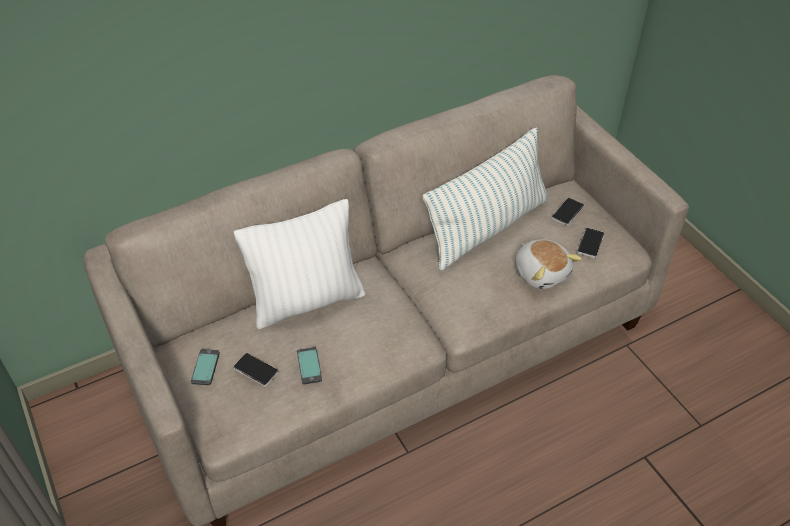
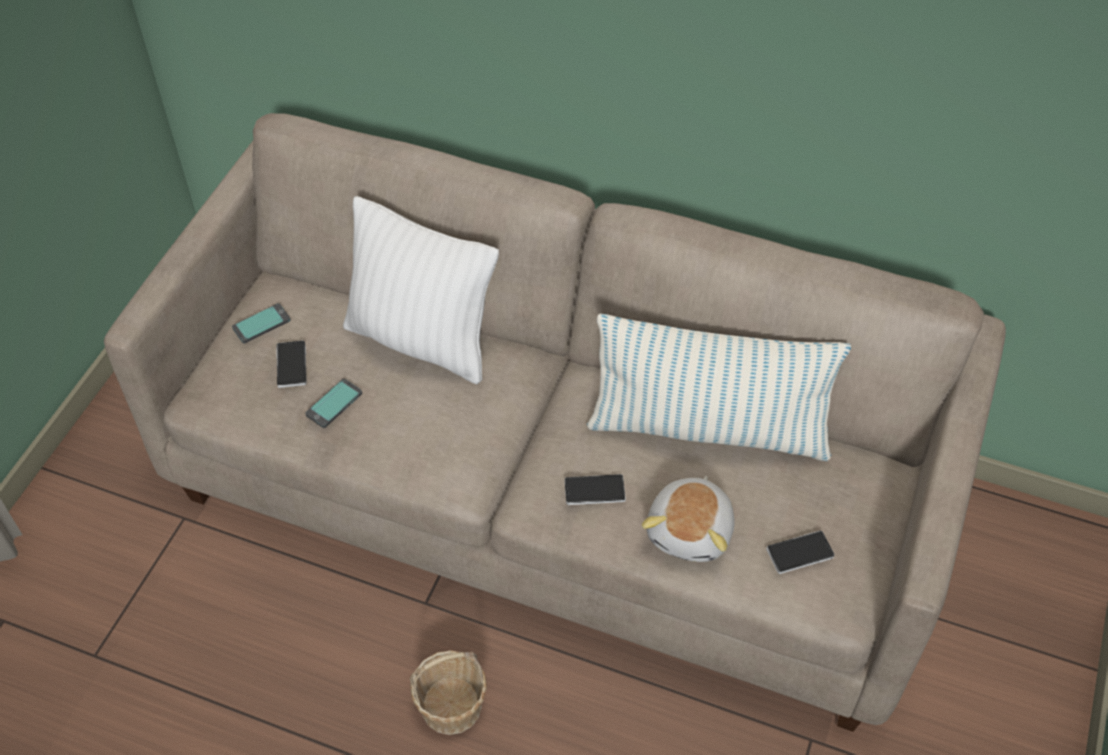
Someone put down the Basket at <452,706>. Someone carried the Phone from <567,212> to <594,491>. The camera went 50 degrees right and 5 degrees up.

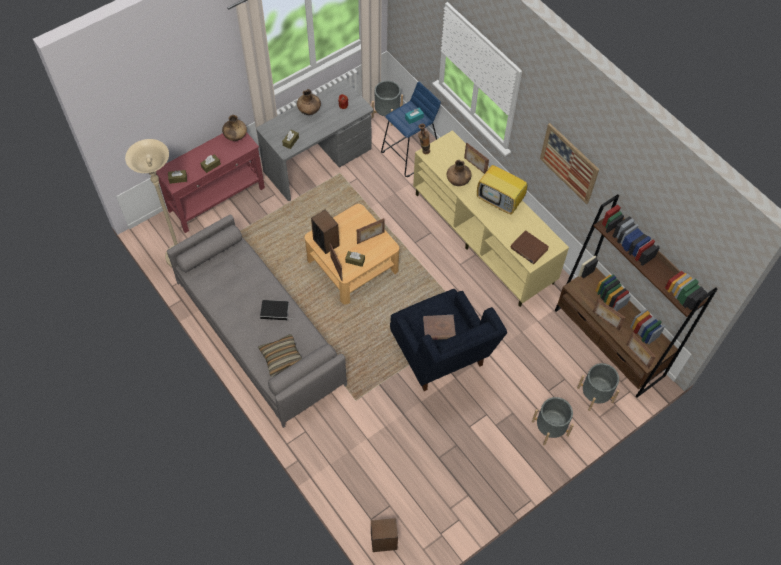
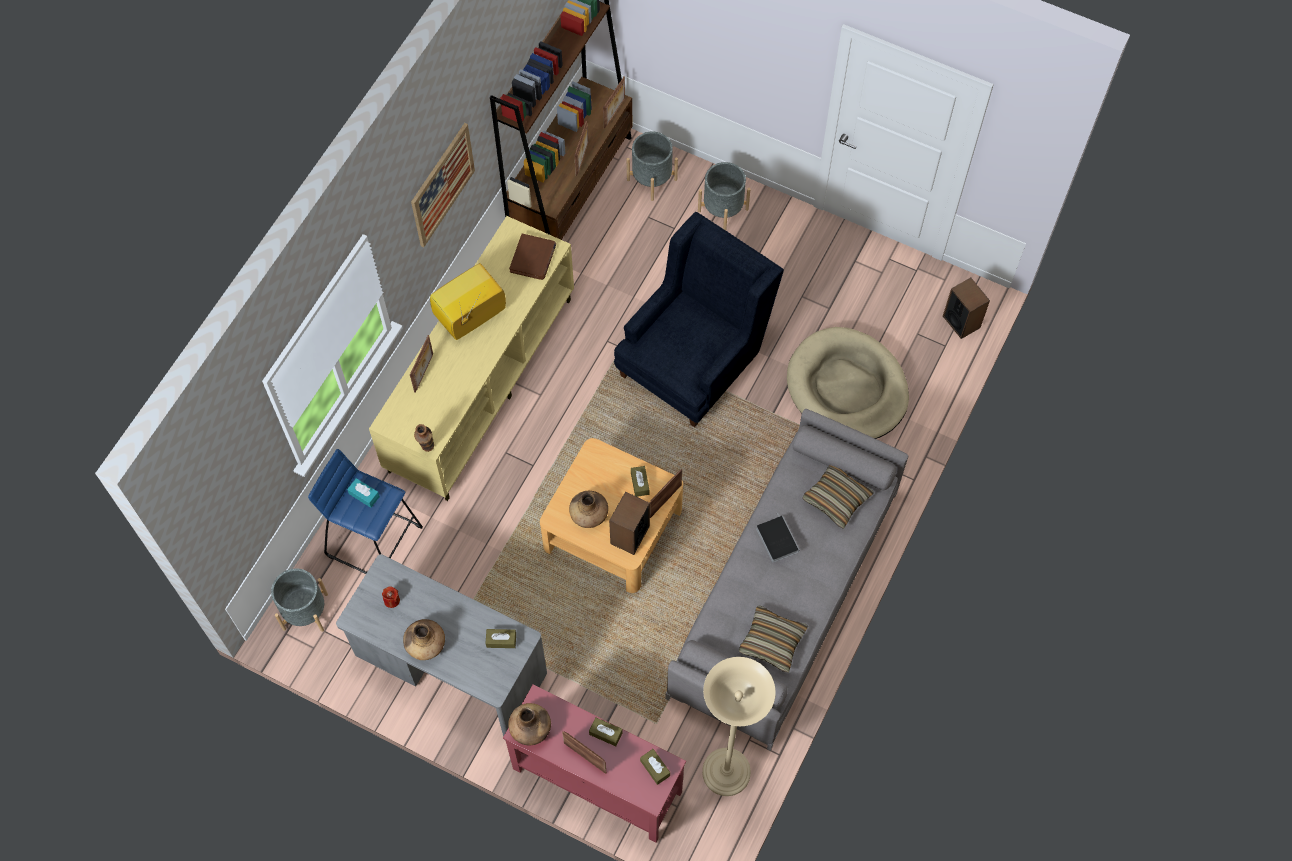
Someone rotated the Tv at <501,201> by 135 degrees counterclockwise. Someone carried the StandingFrame from <370,238> to <585,757>. Someone carried the BrownishVase from <458,181> to <589,515>. Someone put down the Cushion at <772,641>. Someone put down the SandColouredDogCushion at <847,388>. Someone took away the BrownishBoundBook at <439,328>. The camera went 115 degrees left and 5 degrees up.

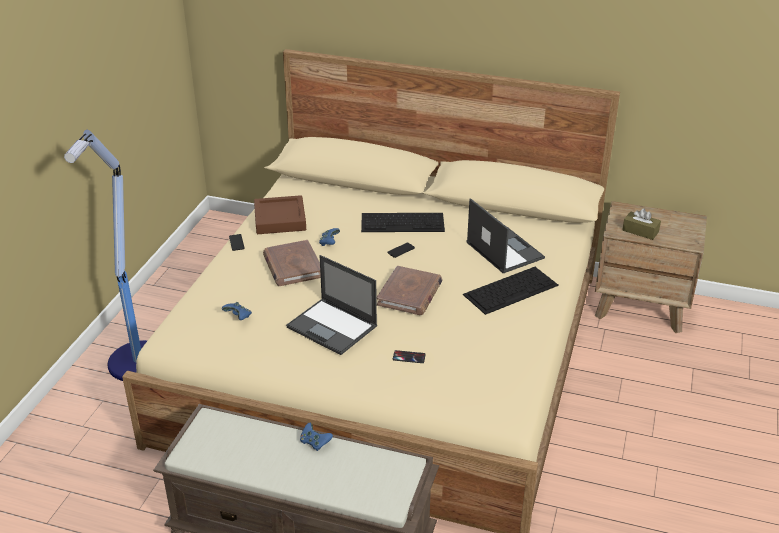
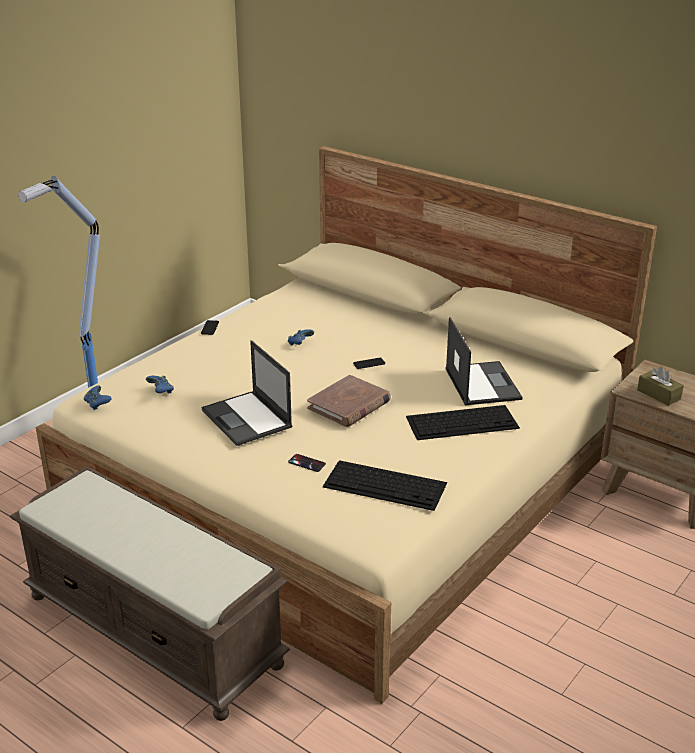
Someone carried the BlueGamepad from <315,442> to <97,404>. Someone carried the PcKeyboard from <403,222> to <386,485>. Someone took away the BrownishServingTray at <280,219>. Someone took away the BrownishBoundBook at <292,266>. The camera went 20 degrees right and 5 degrees down.

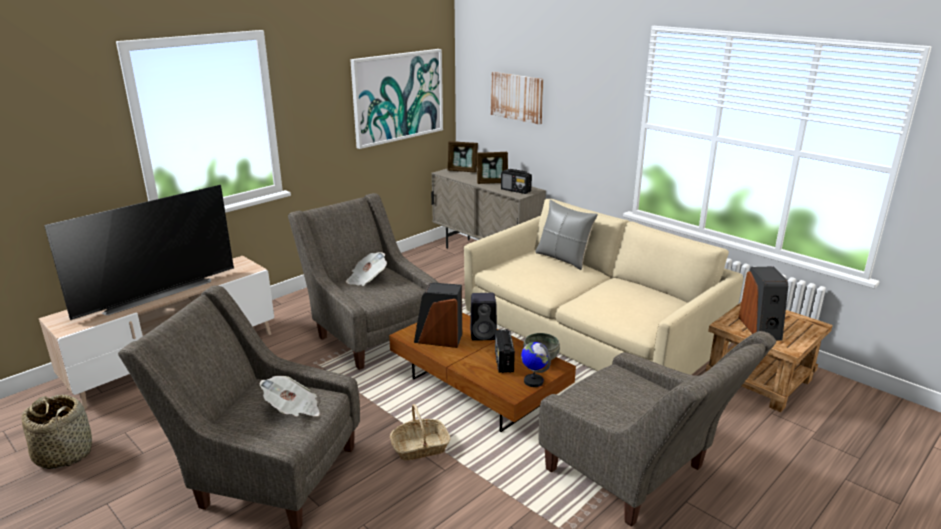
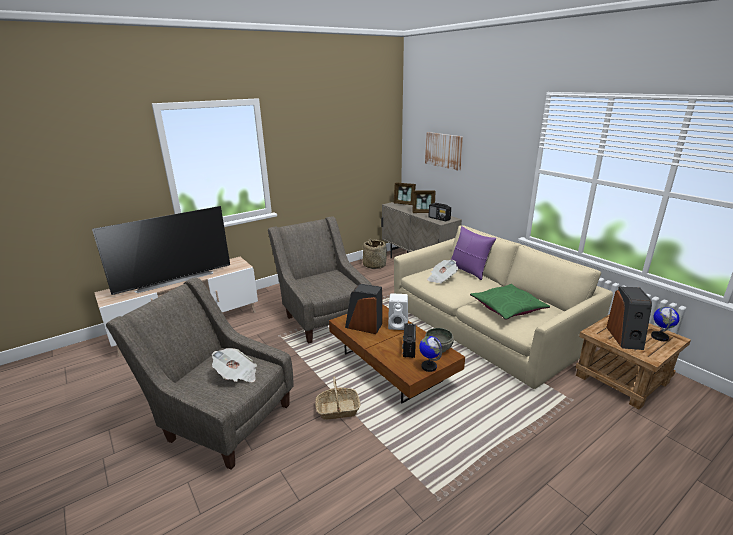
Someone carried the Basket from <64,453> to <374,265>. Someone repainted the BlackColouredLoudspeaker at <484,334>, which became the WhitishLoudspeaker at <398,325>. Someone carried the Newspaper from <366,279> to <441,279>. Someone repainted the GrayCushion at <563,259>, which became the PurpleCushion at <469,270>. Someone put down the GreenCushion at <507,307>. Someone put down the WorldGlobe at <659,337>. Someone took away the WallArt at <398,97>. Someone took away the GrayEasyChair at <638,477>. The camera went 10 degrees right and 0 degrees up.

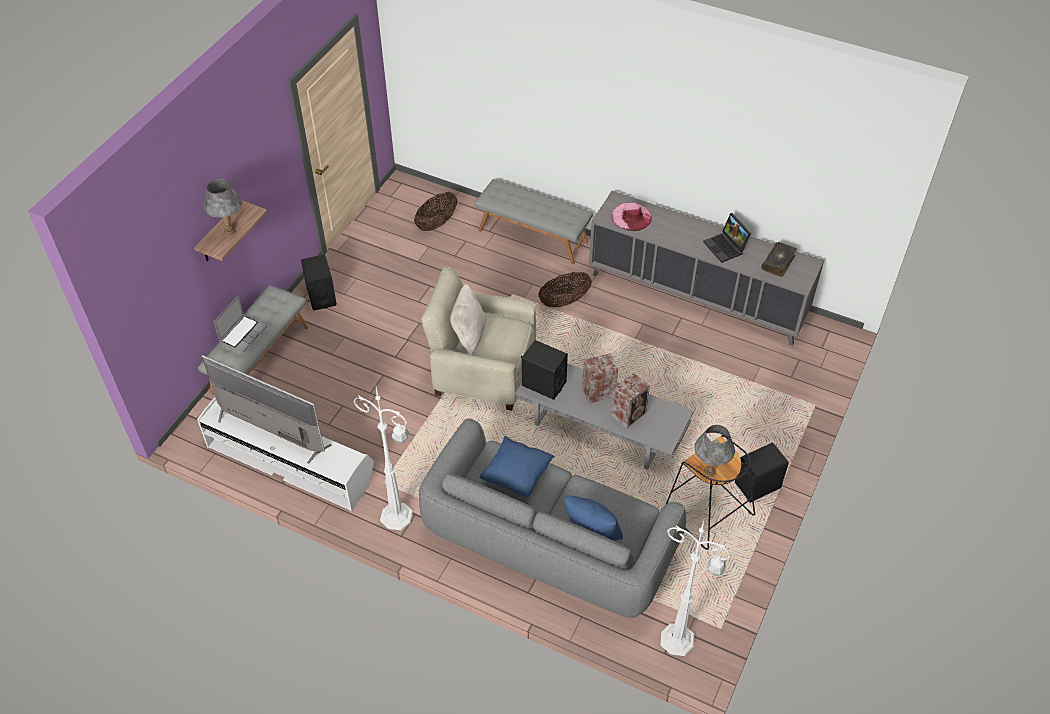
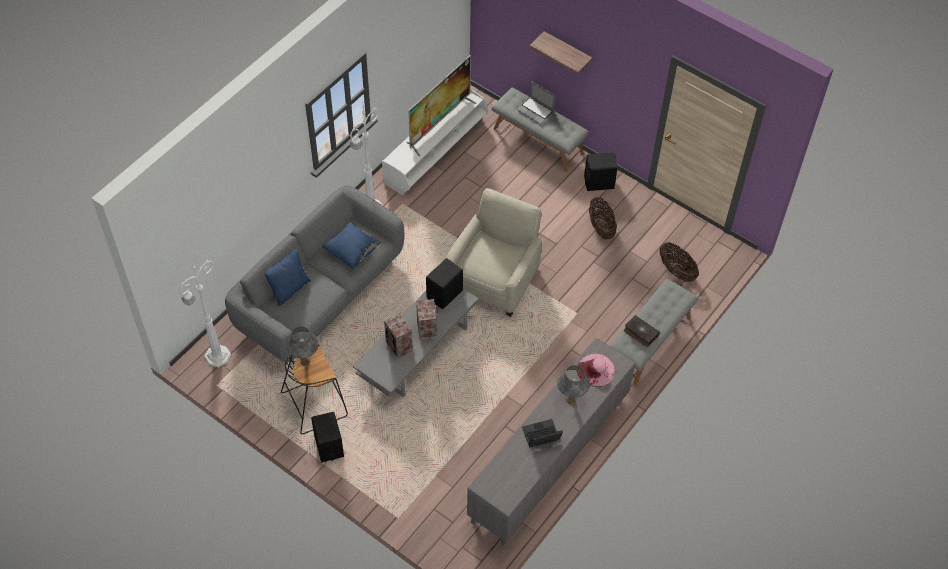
Someone carried the GrayTabletopLamp from <229,231> to <570,399>. Someone carried the Basket from <564,301> to <601,227>. Someone carried the BoundBook from <778,263> to <640,333>. Someone took away the SandColouredCushion at <469,335>. The camera went 100 degrees right and 5 degrees up.

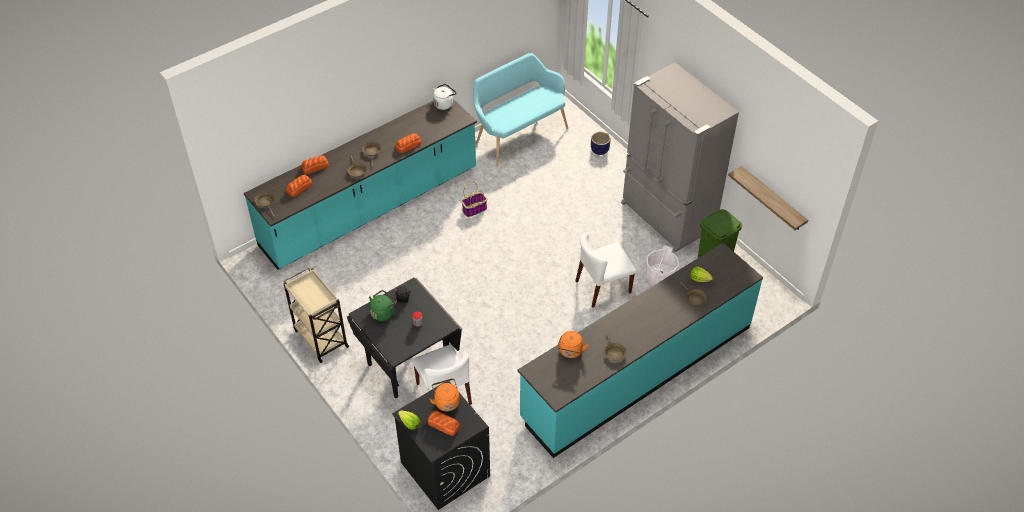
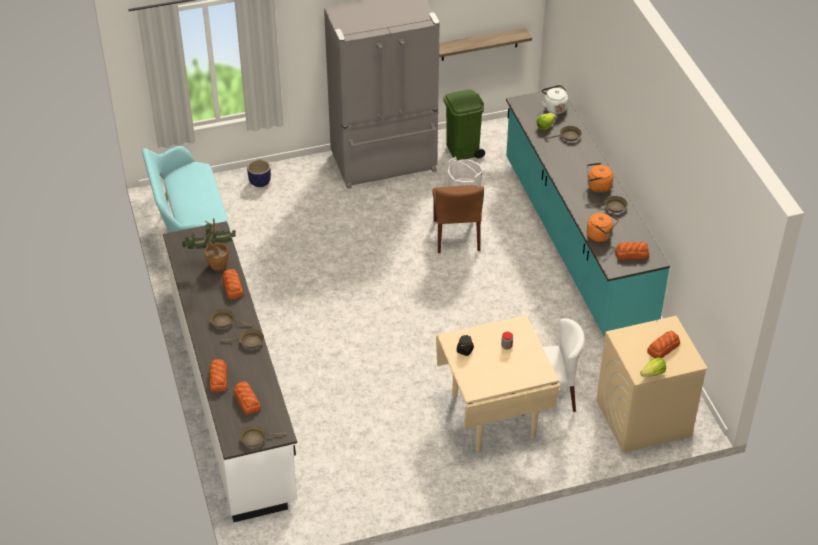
Someone repainted the BlueGreenCounter at <370,208>, which became the WhitishCounter at <233,396>. Someone put down the PottedPlant at <214,264>. Someone repainted the WhitishUprightChair at <603,287>, which became the BrownishUprightChair at <456,235>. Someone repainted the BlackColouredDinnerTable at <409,365>, which became the SandColouredDinnerTable at <494,416>. Someone carried the WhitishKettle from <444,103> to <554,108>. Someone carried the OrangeyKettle from <446,401> to <597,187>. Someone repainted the BlackColouredWashingMachine at <444,469>, which became the SandColouredWashingMachine at <643,418>. Someone put down the BakedBread at <631,253>. Someone took away the SandColouredTrolley at <320,337>. Someone took away the GreenKettle at <383,312>. Someone took away the Basket at <474,209>. The camera went 70 degrees left and 5 degrees down.

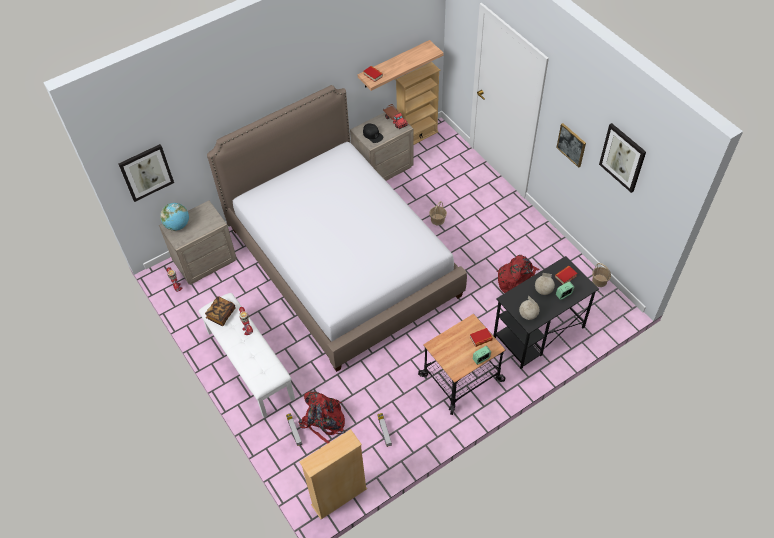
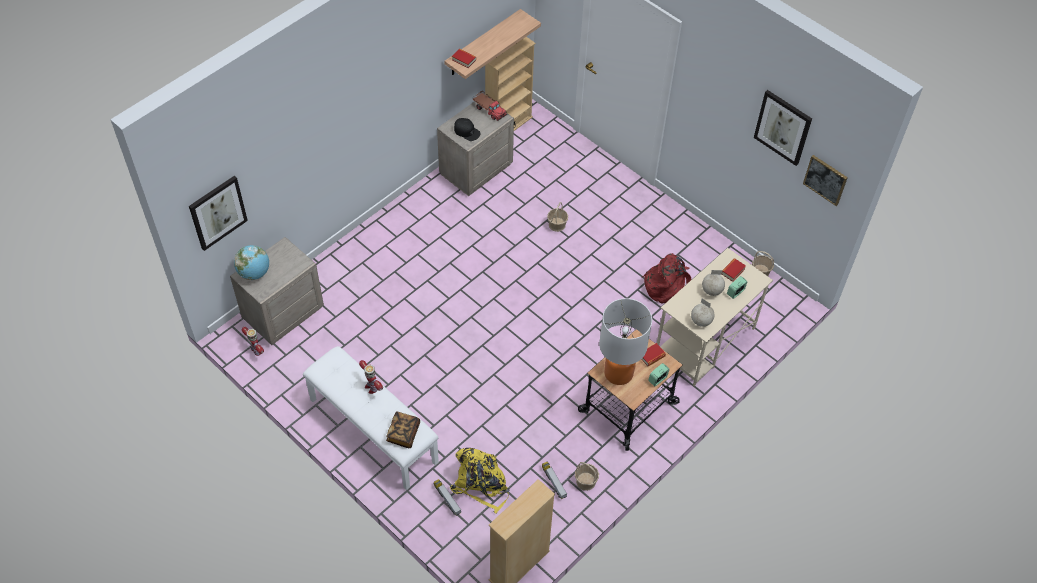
Someone carried the BoundBook from <221,314> to <403,434>. Someone repainted the RedColouredKnapsack at <325,423>, which became the YellowColouredKnapsack at <481,484>. Someone put down the Basket at <585,481>. Someone put down the TabletopLamp at <618,373>. Someone repainted the BlackColouredDeskTable at <538,333>, which became the SandColouredDeskTable at <704,342>. Someone carried the WallArt from <571,144> to <825,179>. Someone took away the BedroomBed at <342,261>. The camera went 15 degrees left and 0 degrees up.

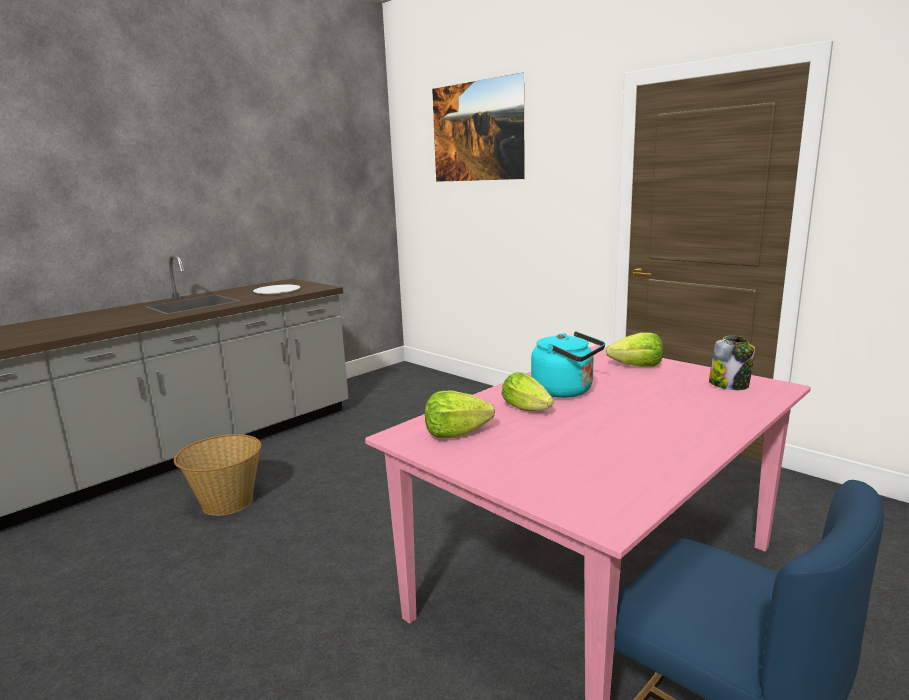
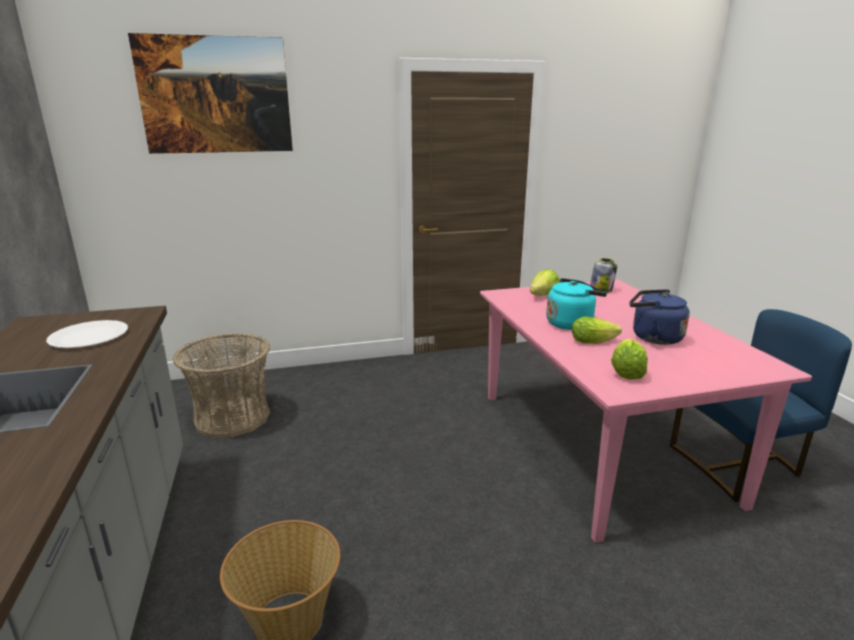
Someone put down the Basket at <232,418>. Someone put down the BlueKettle at <653,337>. The camera went 60 degrees left and 5 degrees up.

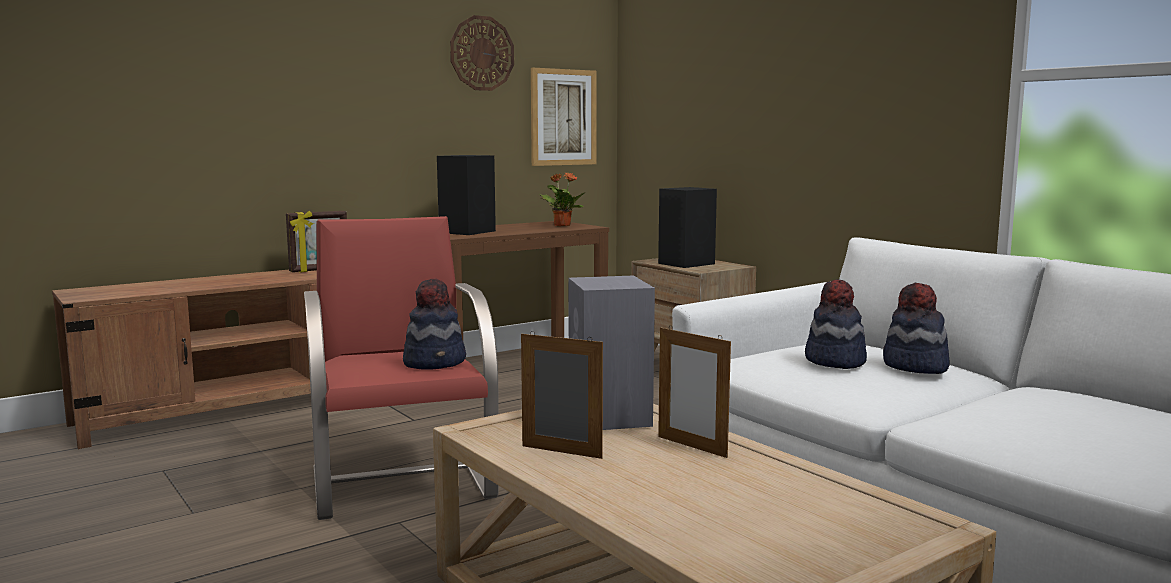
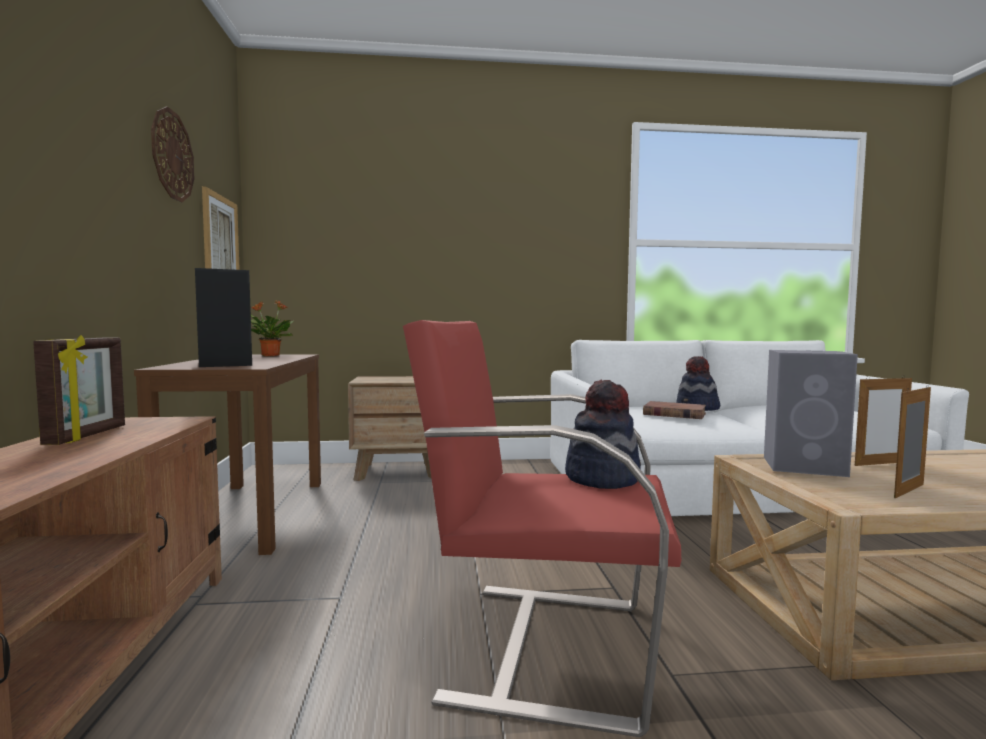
Someone swapped the WearableHat at <834,361> for the BrownishBoundBook at <674,414>. Someone took away the BlackColouredLoudspeaker at <687,263>. The camera went 60 degrees left and 5 degrees down.

